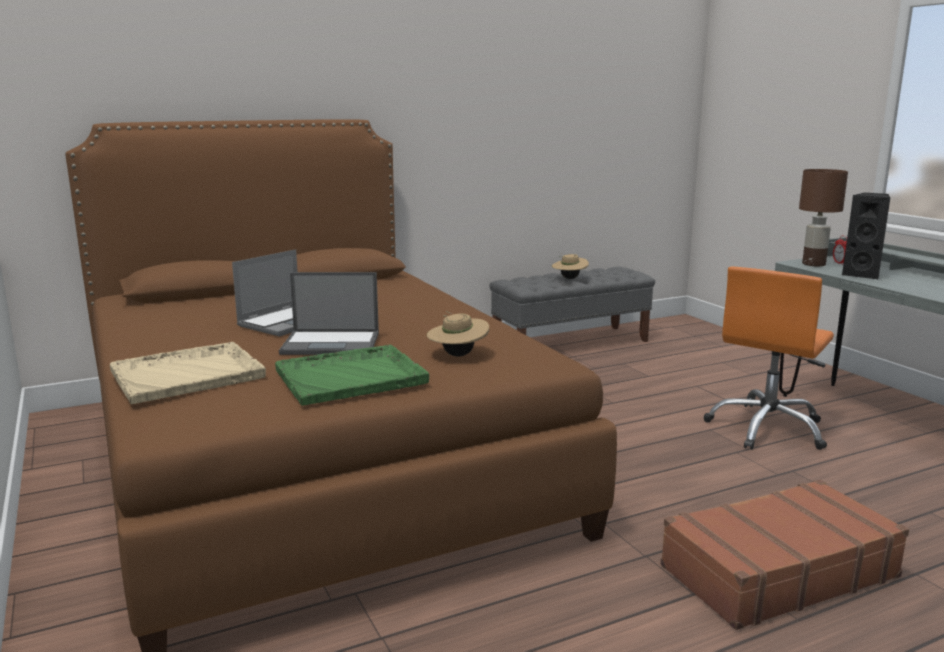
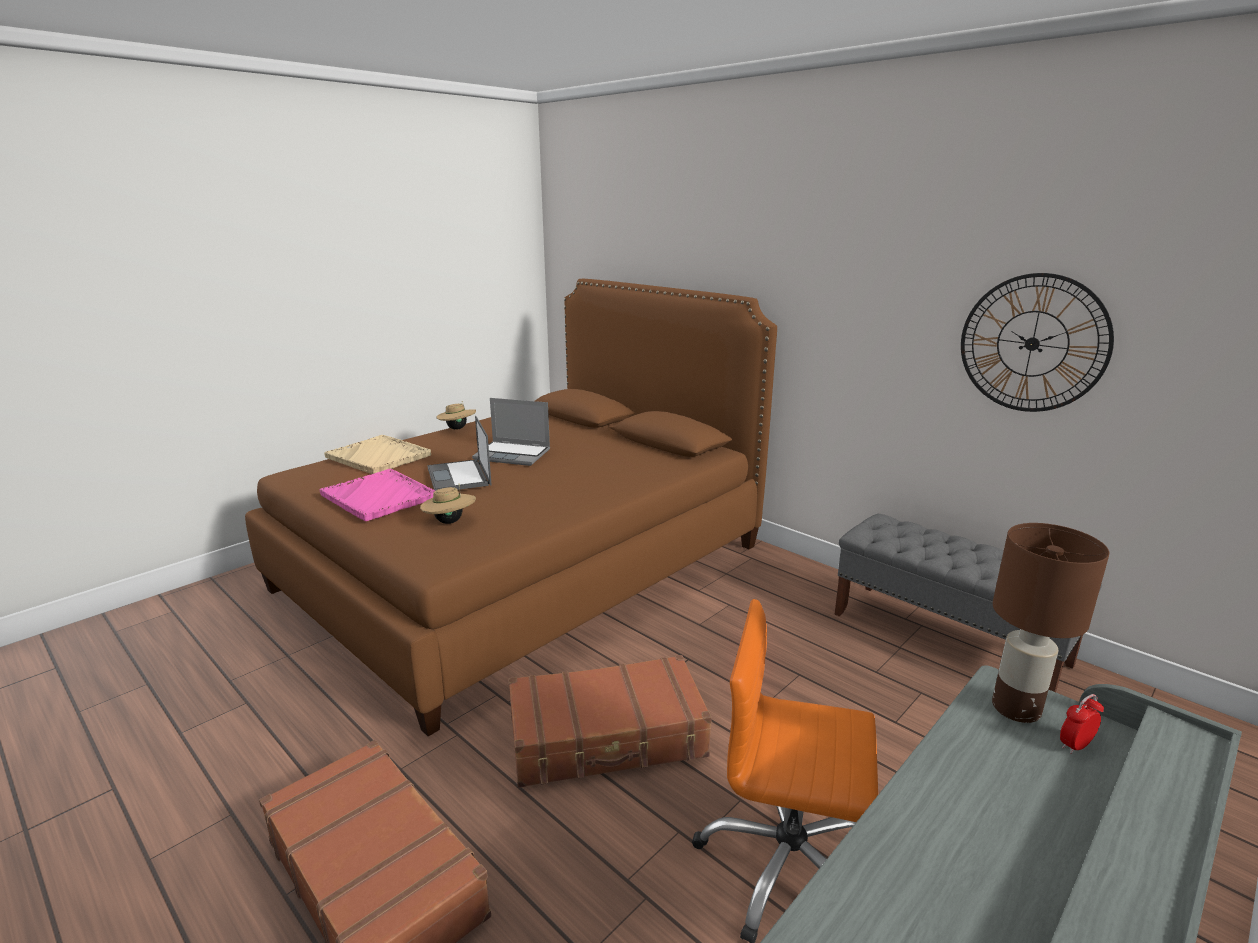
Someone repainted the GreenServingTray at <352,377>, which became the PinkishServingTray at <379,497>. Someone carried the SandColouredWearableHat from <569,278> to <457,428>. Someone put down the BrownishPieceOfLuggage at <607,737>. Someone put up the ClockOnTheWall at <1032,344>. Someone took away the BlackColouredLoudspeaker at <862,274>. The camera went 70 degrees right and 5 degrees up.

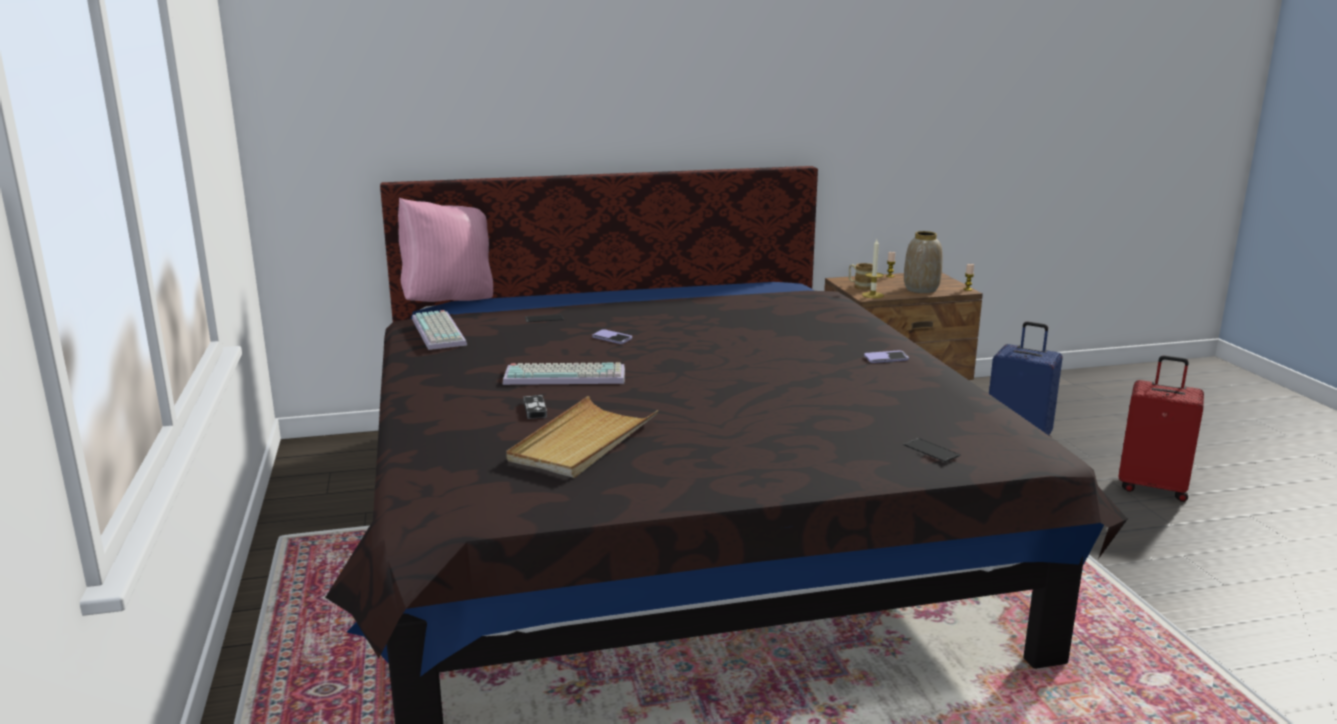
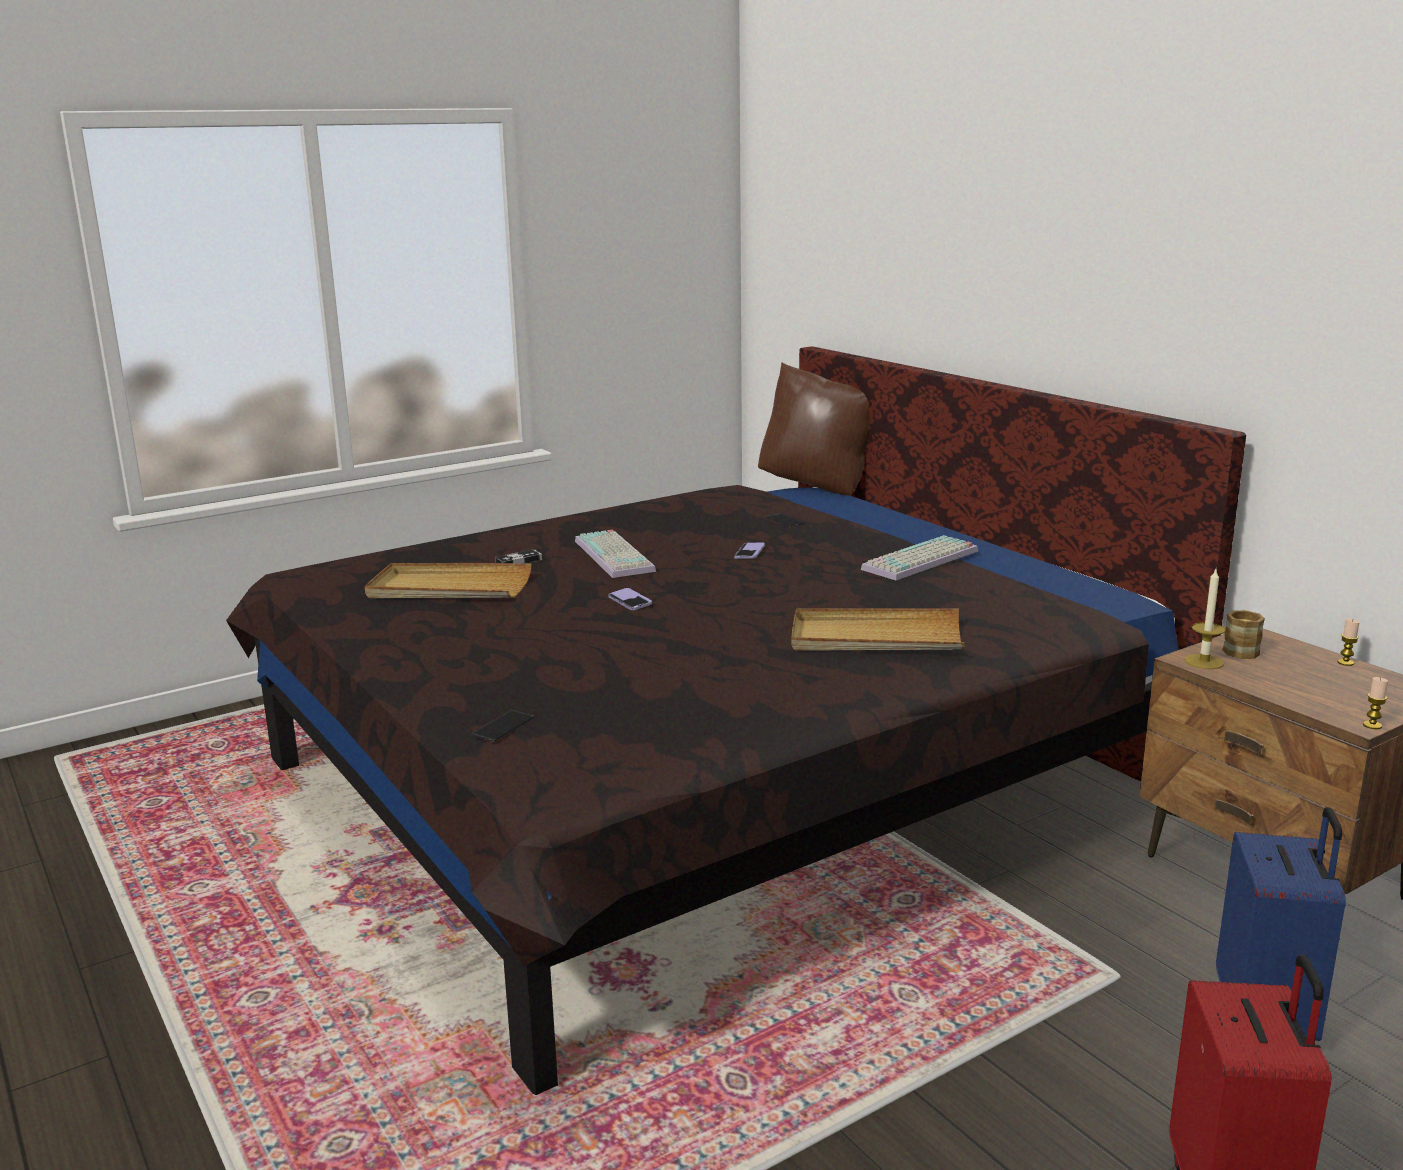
Someone carried the Phone from <886,358> to <630,601>. Someone repainted the PinkishCushion at <449,301>, which became the BrownishCushion at <819,486>. Someone put down the SandColouredServingTray at <875,637>. Someone carried the PcKeyboard from <440,332> to <921,561>. Someone took away the Vase at <921,289>. The camera went 70 degrees right and 0 degrees up.

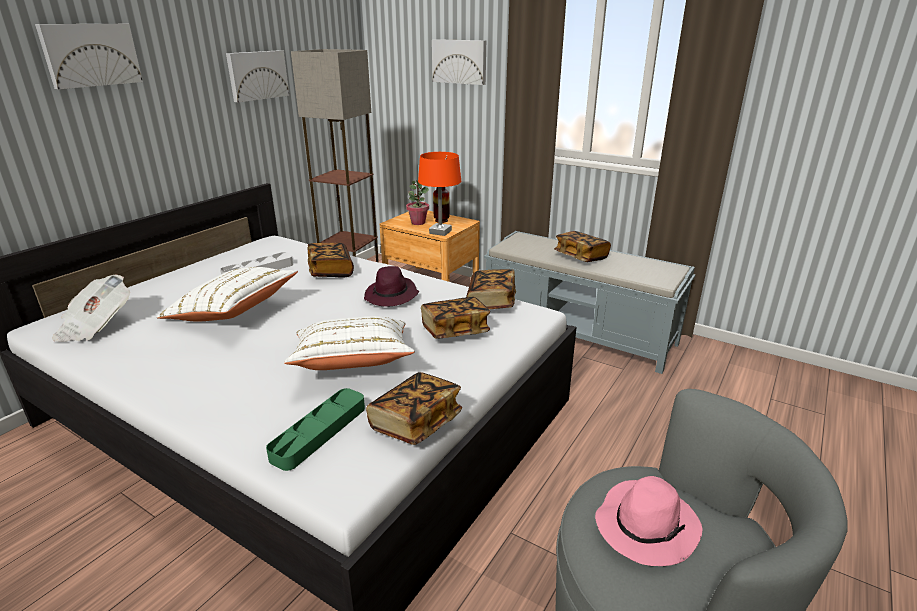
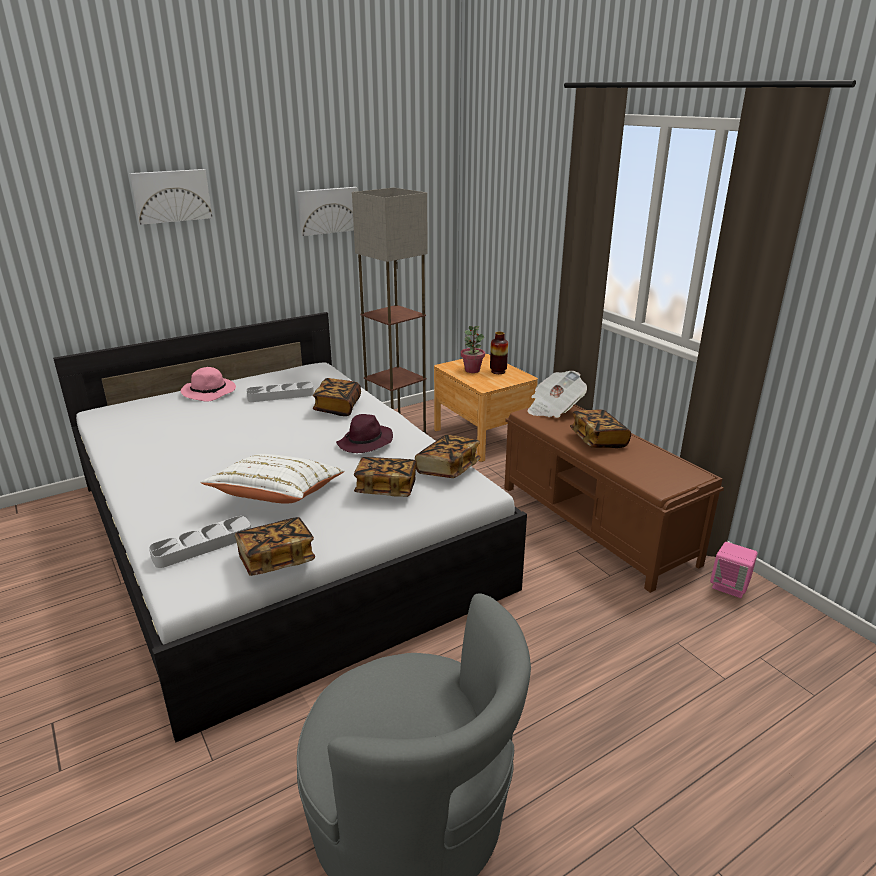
Someone repainted the GreenServingTray at <319,432>, which became the GrayServingTray at <203,546>. Someone carried the PinkishWearableHat from <646,525> to <210,392>. Someone repainted the GrayIndoorBench at <579,332>, which became the BrownishIndoorBench at <596,524>. Someone carried the Newspaper from <96,327> to <554,409>. Someone put down the PinkishLoudspeaker at <729,586>. Someone took away the WhitishCushion at <233,312>. Someone took away the OrangeyTabletopLamp at <440,232>. Someone took away the WallArt at <460,61>. The camera went 25 degrees right and 0 degrees up.

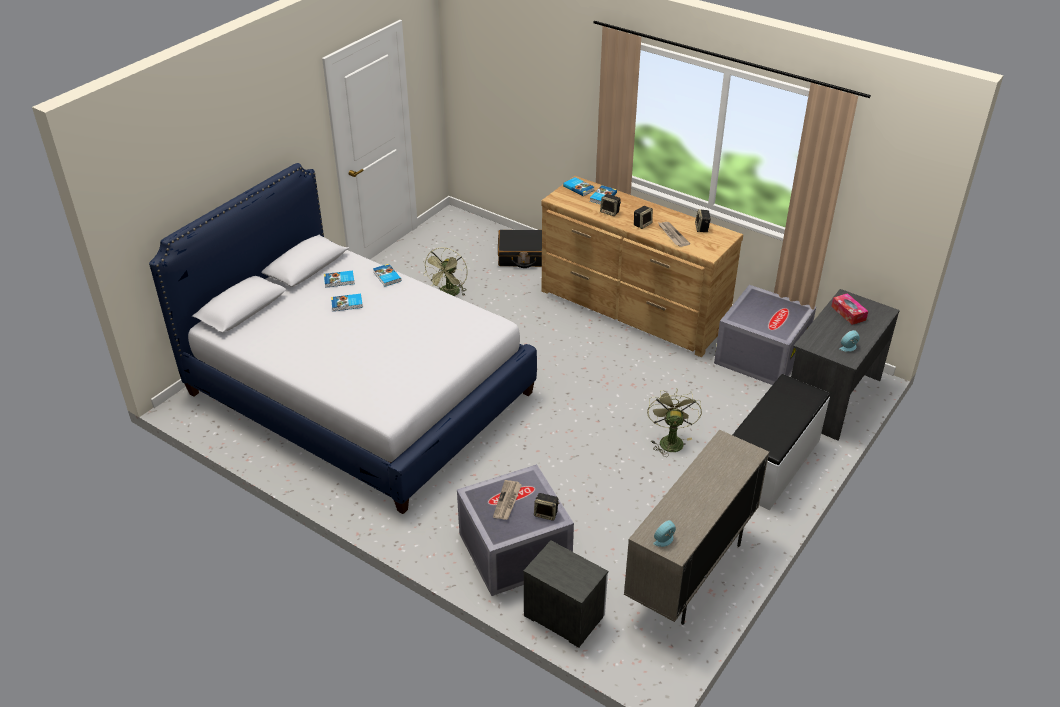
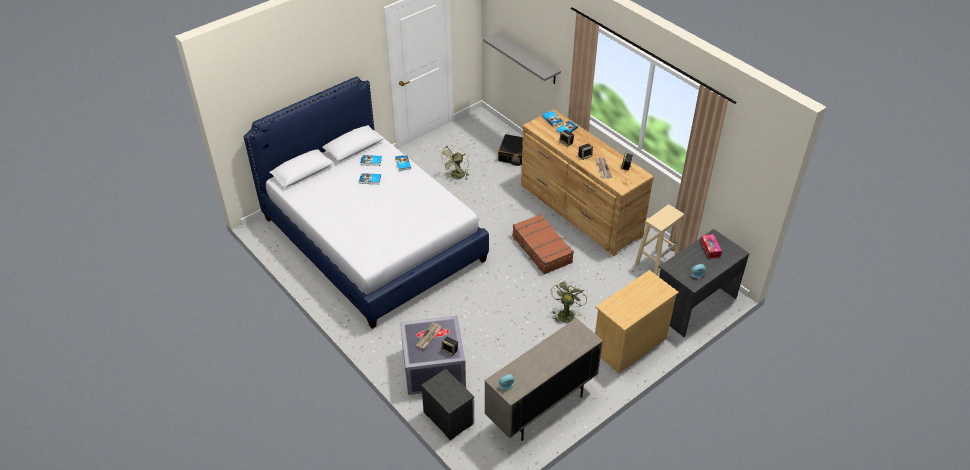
Someone put up the GrayShelf at <529,58>. Someone put down the BrownishPieceOfLuggage at <541,249>. Someone swapped the WhitishIndoorBench at <772,464> for the SandColouredChestOfDrawers at <629,344>. Someone swapped the GrayStorageContainer at <760,355> for the SandColouredSittingStool at <656,262>. The camera went 15 degrees right and 5 degrees up.

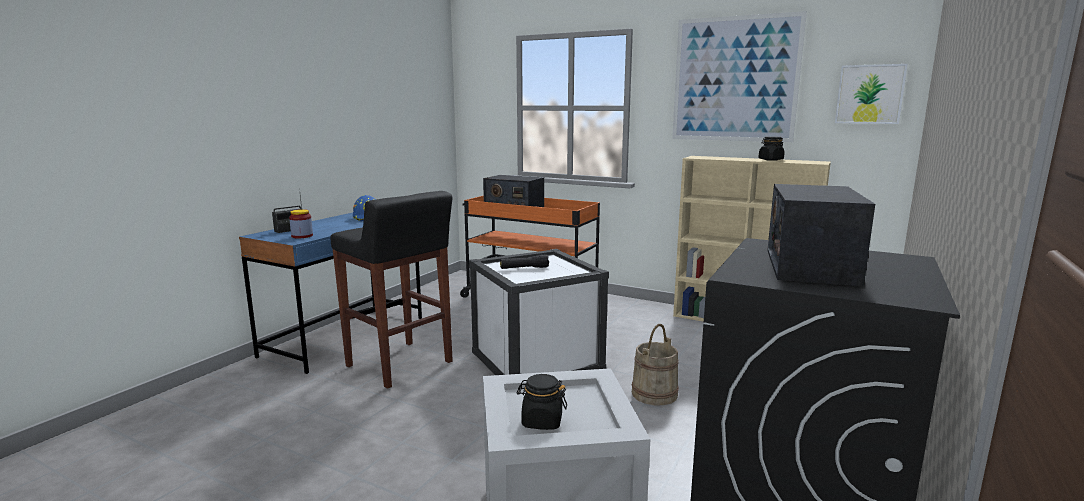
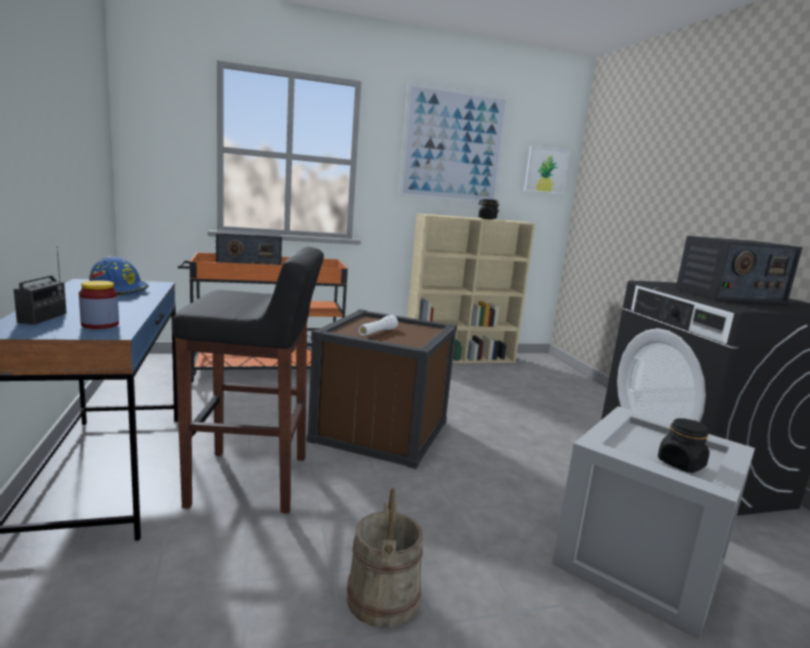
Someone repainted the WhitishStorageContainer at <536,361>, which became the BrownishStorageContainer at <381,431>. Someone carried the SandColouredBucket from <654,393> to <382,598>. Someone repainted the BlackColouredFlashlight at <524,268>, which became the WhitishFlashlight at <377,332>. Someone rotated the RadioReceiver at <810,266> by 75 degrees counterclockwise. The camera went 45 degrees left and 0 degrees up.

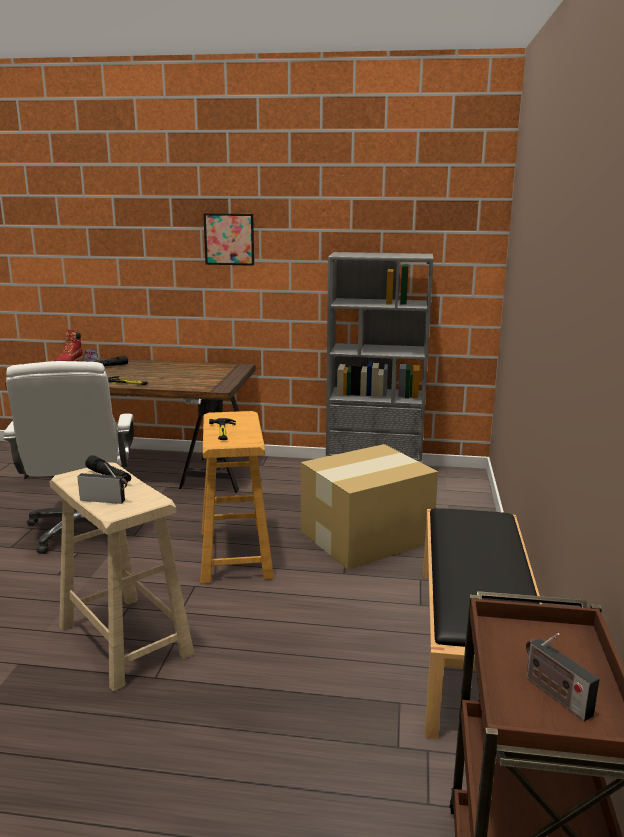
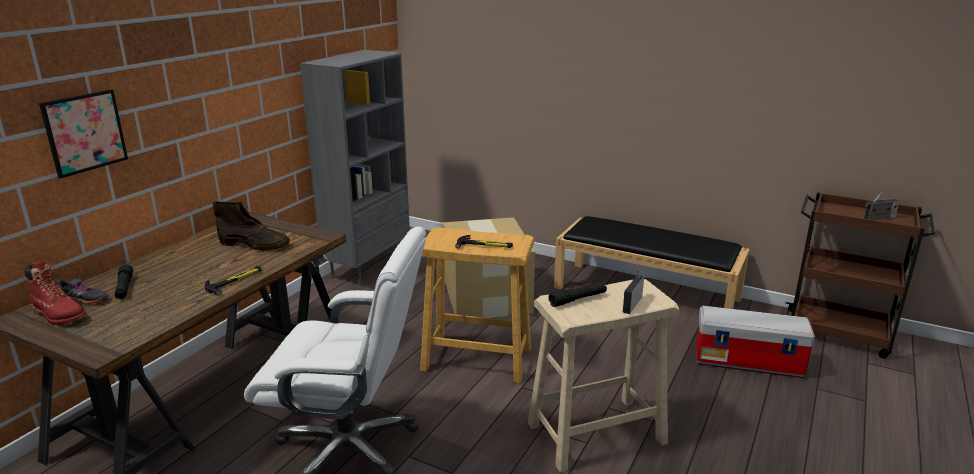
Someone carried the WallArt from <229,239> to <85,132>. Someone put down the BrownishHighTopBoot at <255,244>. Someone put down the StorageContainer at <749,362>. The camera went 70 degrees left and 5 degrees up.

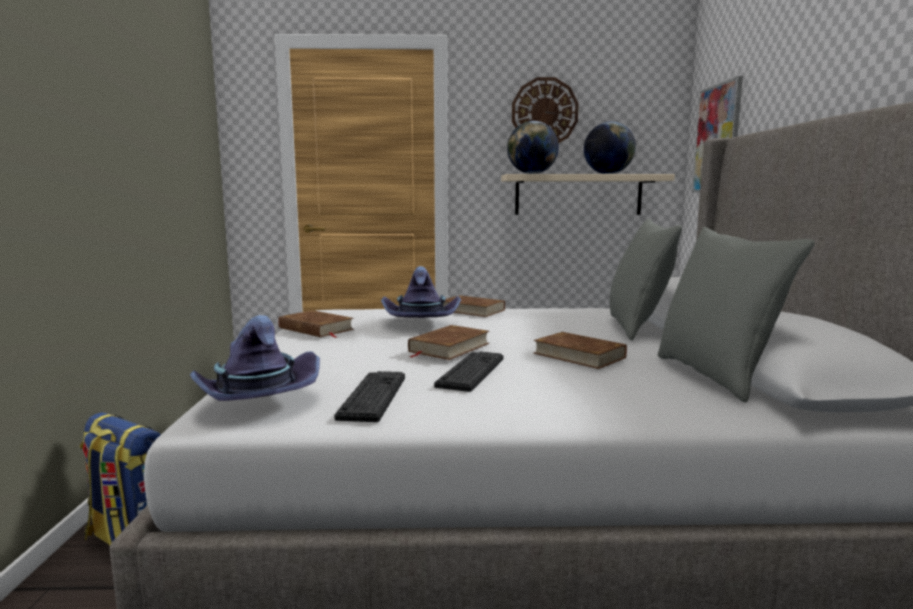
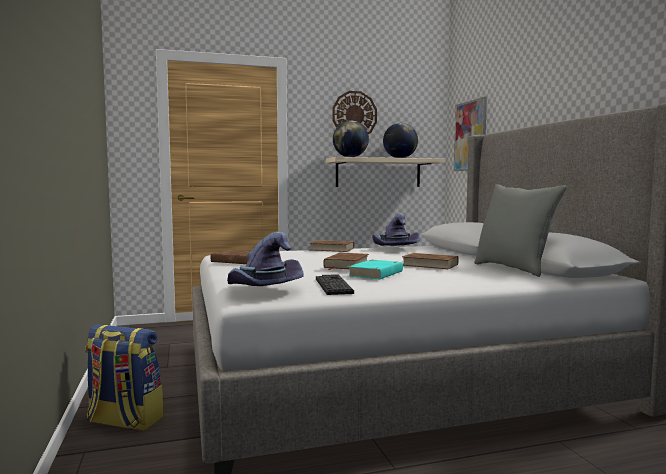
Someone swapped the PcKeyboard at <471,372> for the BlueGreenBoundBook at <376,274>. Someone carried the PurpleWearableHat from <421,322> to <394,249>. Someone took away the GrayCushion at <637,328>. The camera went 15 degrees left and 5 degrees down.

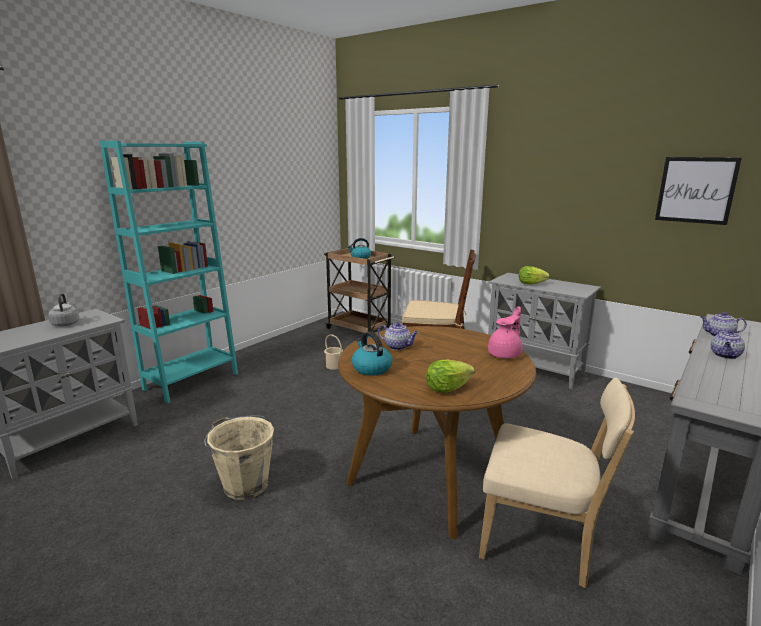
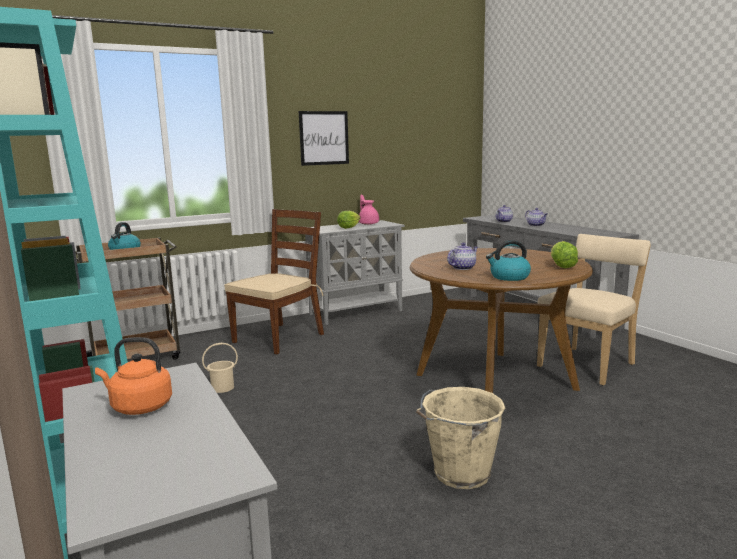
Someone repainted the GrayKettle at <66,323>, which became the OrangeyKettle at <139,407>. Someone carried the WallArt from <696,190> to <324,138>. Someone carried the PinkishTeaPot from <505,354> to <368,223>. The camera went 65 degrees left and 5 degrees down.

